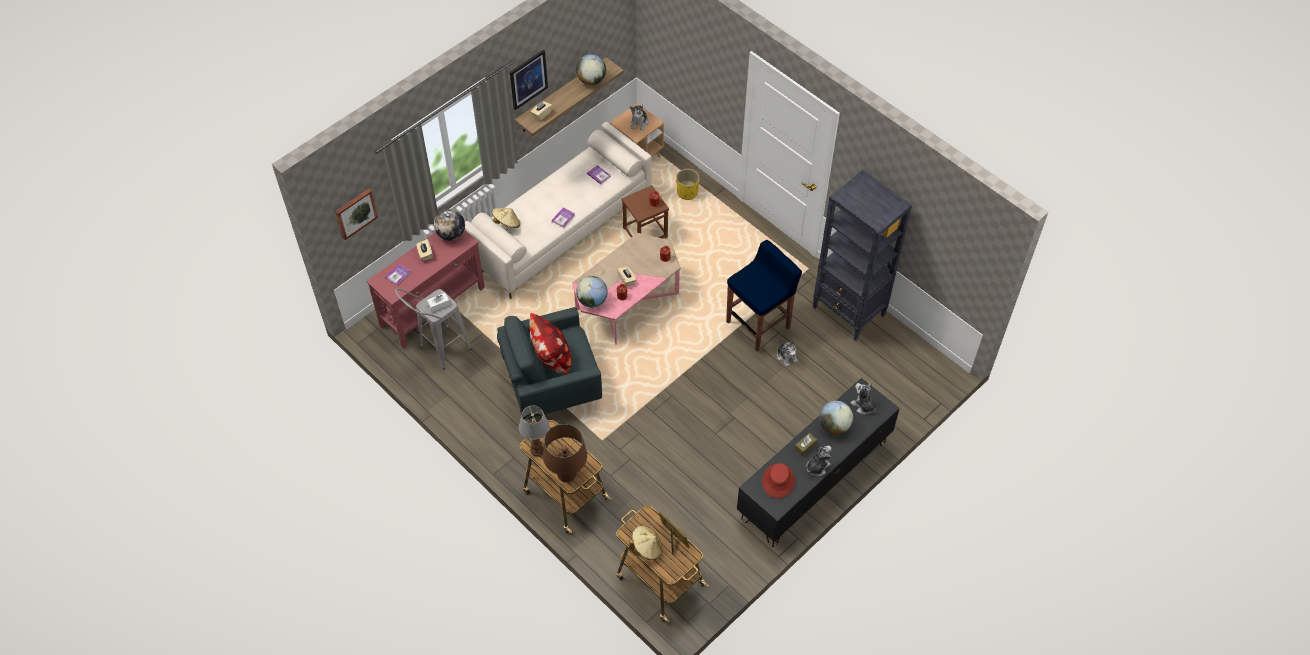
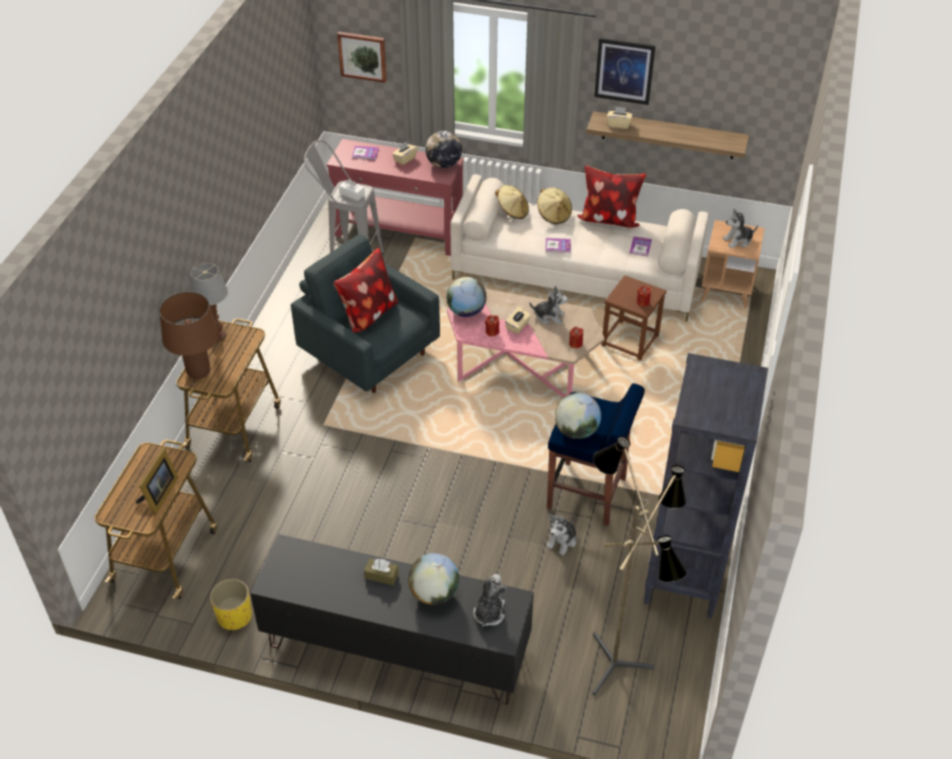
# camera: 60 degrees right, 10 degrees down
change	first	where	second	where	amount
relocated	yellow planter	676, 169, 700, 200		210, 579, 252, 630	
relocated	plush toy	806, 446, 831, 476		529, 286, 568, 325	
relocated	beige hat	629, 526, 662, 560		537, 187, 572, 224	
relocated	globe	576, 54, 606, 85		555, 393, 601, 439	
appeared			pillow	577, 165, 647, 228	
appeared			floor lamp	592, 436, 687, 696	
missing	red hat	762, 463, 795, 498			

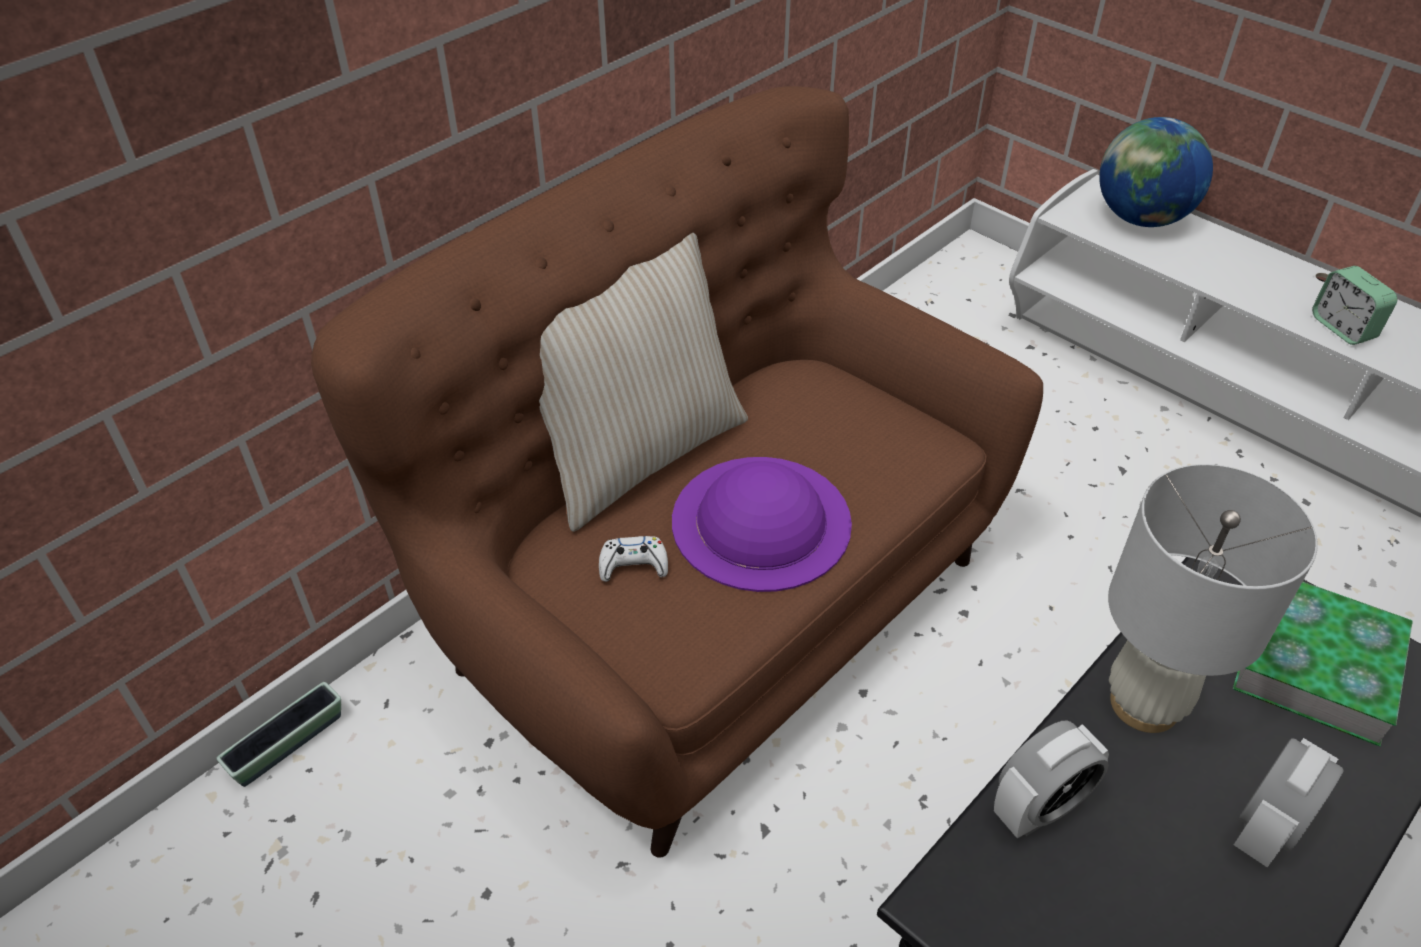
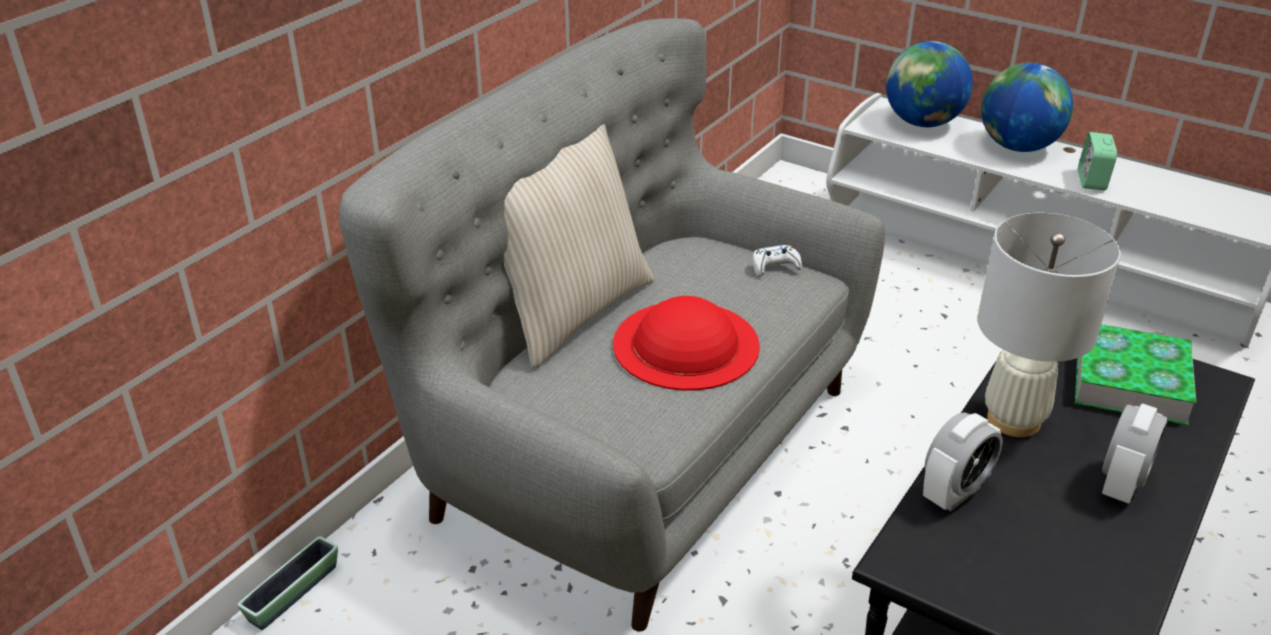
# camera: 10 degrees left, 10 degrees down
change	first	where	second	where	amount
colour	brown sofa	311, 86, 1043, 858	grey sofa	339, 18, 885, 632	
colour	purple hat	672, 457, 852, 592	red hat	613, 296, 760, 391	
relocated	white game controller	599, 536, 668, 582		753, 245, 802, 276	
appeared			globe	981, 63, 1073, 152	
spun	alarm clock	1312, 266, 1397, 345		1078, 132, 1117, 190	45 degrees clockwise

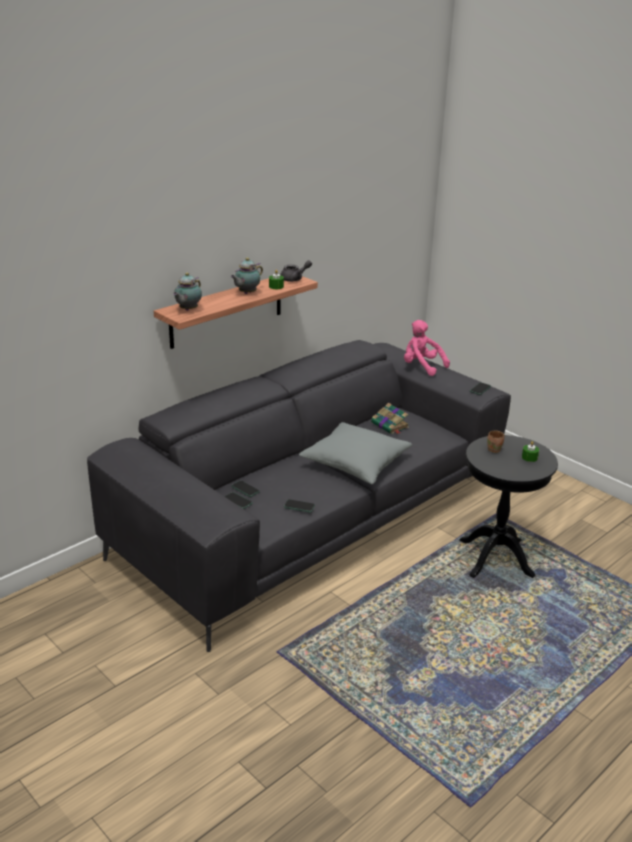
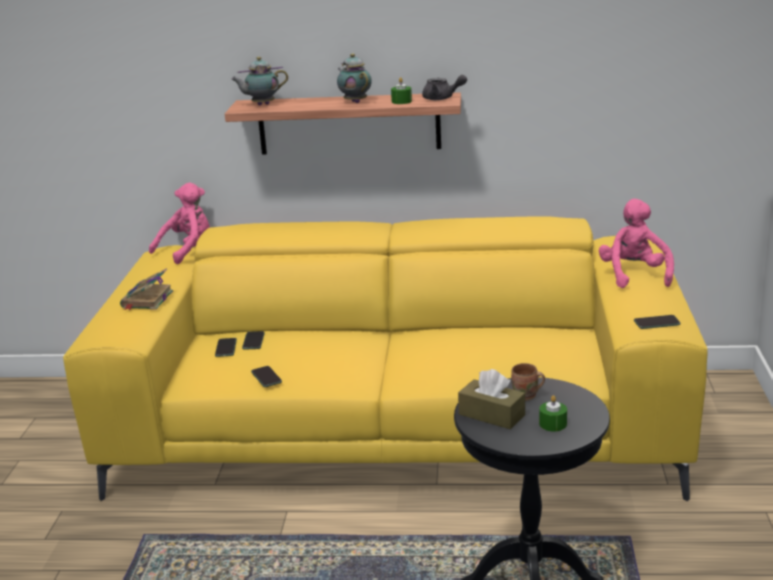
# camera: 50 degrees right, 5 degrees down
change	first	where	second	where	amount
colour	grey sofa	87, 340, 511, 652	yellow sofa	63, 216, 707, 501	
relocated	book	371, 403, 409, 434		120, 268, 173, 310	
appeared			pink plush toy	149, 182, 210, 264	
spun	teapot	230, 258, 263, 294		337, 53, 372, 103	60 degrees clockwise
appeared			brown tissue box	458, 369, 525, 429	
missing	grey pillow	299, 422, 412, 484			

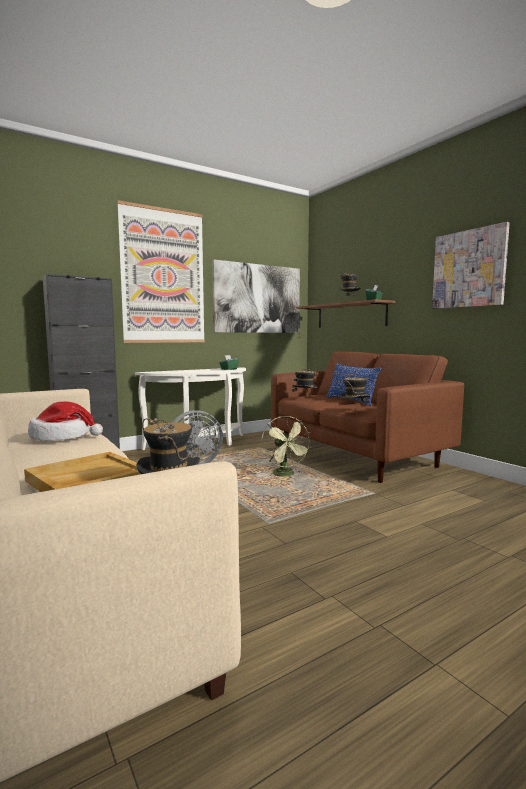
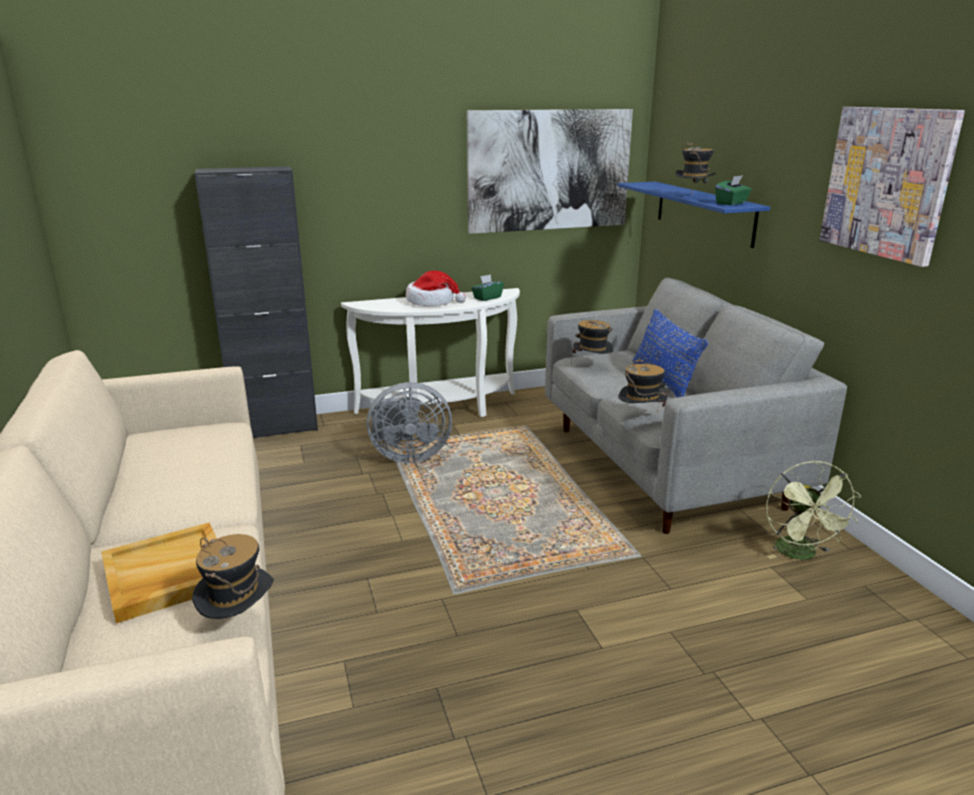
# camera: 15 degrees right, 15 degrees up
change	first	where	second	where	amount
relocated	hat	28, 402, 103, 441		406, 270, 466, 306	
colour	brown sofa	271, 351, 464, 483	grey sofa	545, 278, 847, 534	
colour	brown shelf	296, 299, 395, 328	blue shelf	618, 182, 770, 248	
relocated	green fan	261, 416, 311, 476		766, 461, 861, 559	
missing	picture	117, 200, 205, 343			

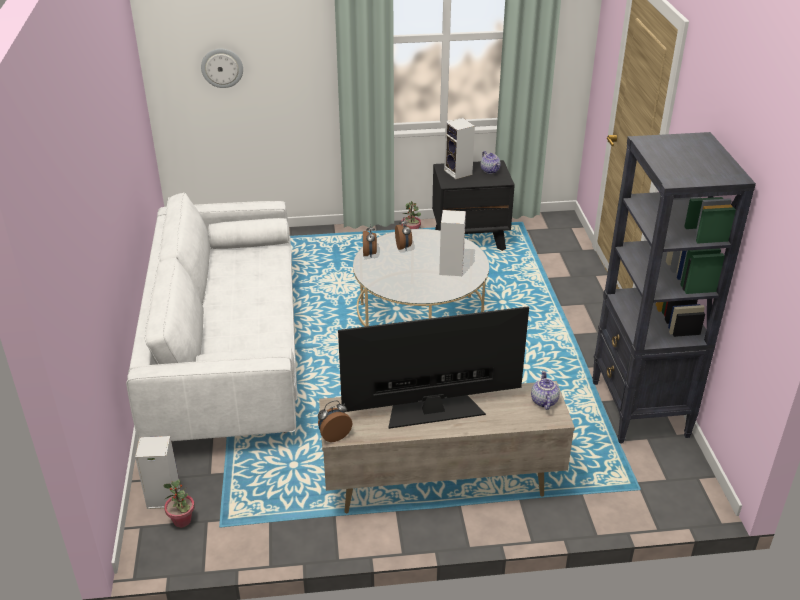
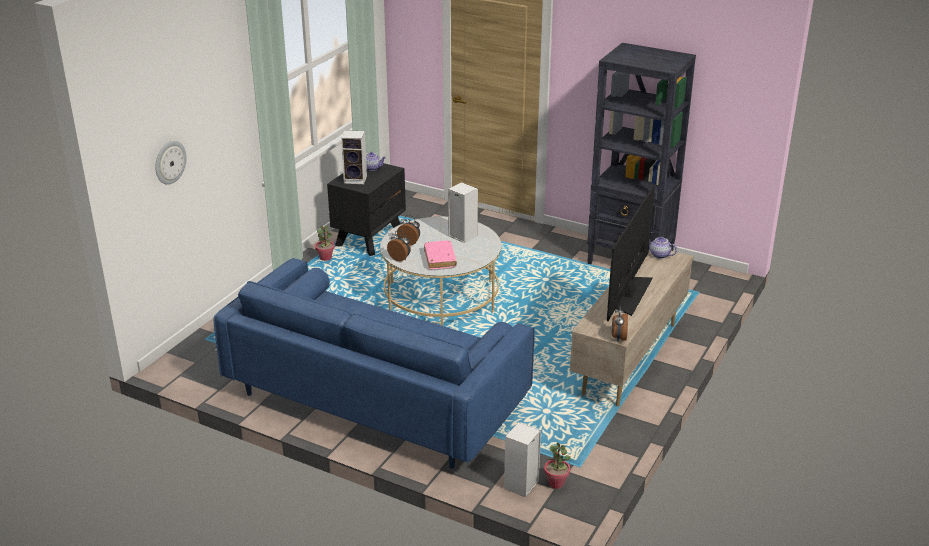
# camera: 55 degrees left, 5 degrees down
change	first	where	second	where	amount
colour	white sofa	126, 192, 298, 441	blue sofa	213, 258, 535, 469	
appeared			pink book	424, 241, 457, 270	

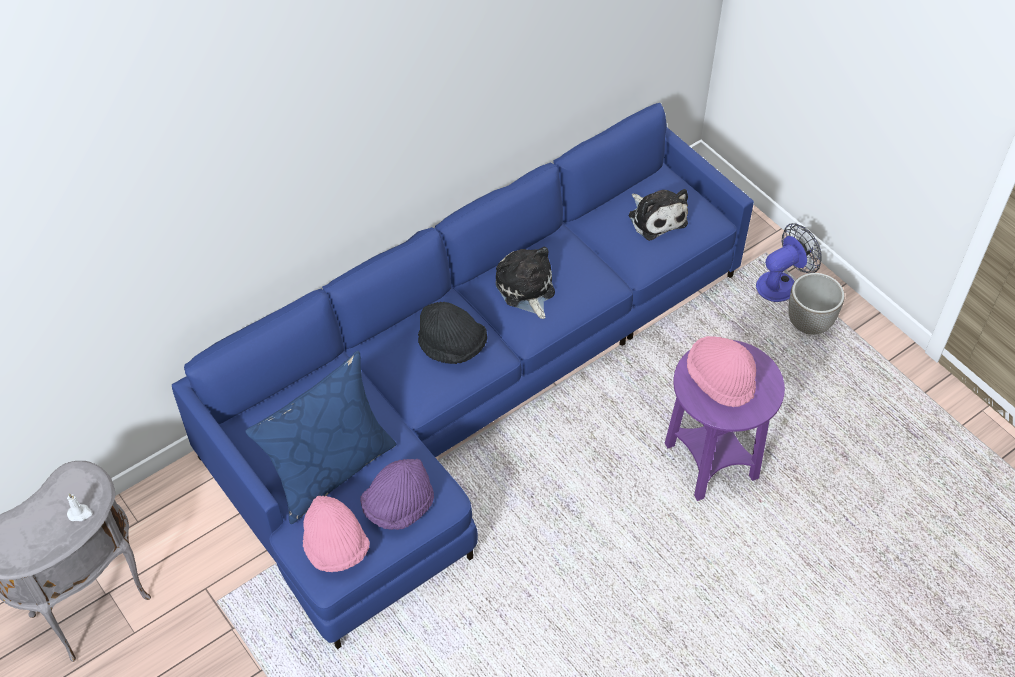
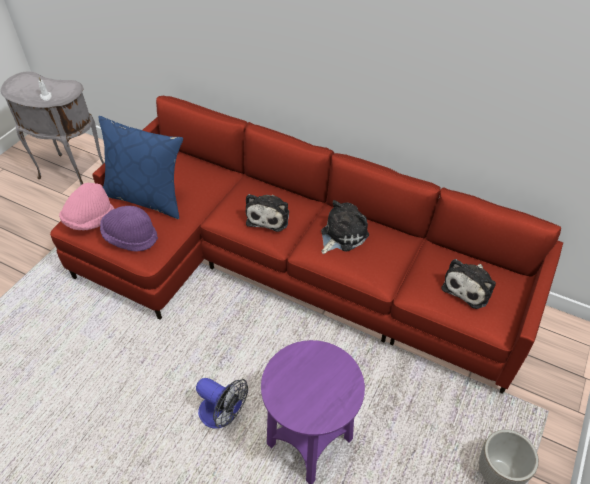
# camera: 65 degrees right, 5 degrees down
change	first	where	second	where	amount
colour	blue sofa	172, 103, 754, 649	red sofa	50, 96, 563, 394	
relocated	fan	756, 223, 822, 302		196, 378, 248, 429	
exchanged	black hat	418, 302, 487, 364	plush toy	246, 194, 289, 232	
missing	pink hat	687, 336, 756, 407			

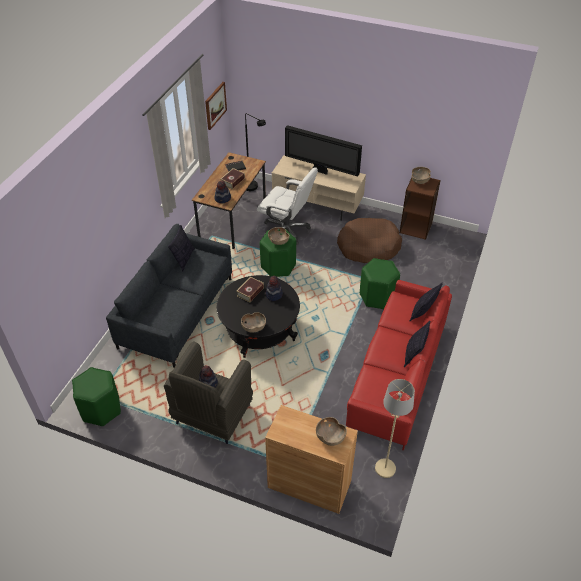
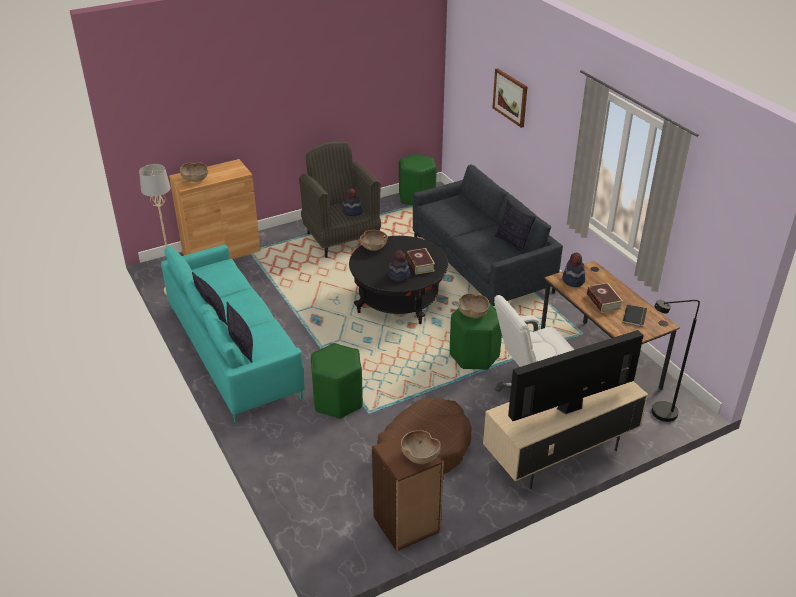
# camera: 130 degrees right, 10 degrees down
change	first	where	second	where	amount
colour	red sofa	346, 280, 452, 451	turquoise sofa	161, 245, 305, 423	
relocated	picture	205, 82, 227, 130		492, 68, 527, 128	

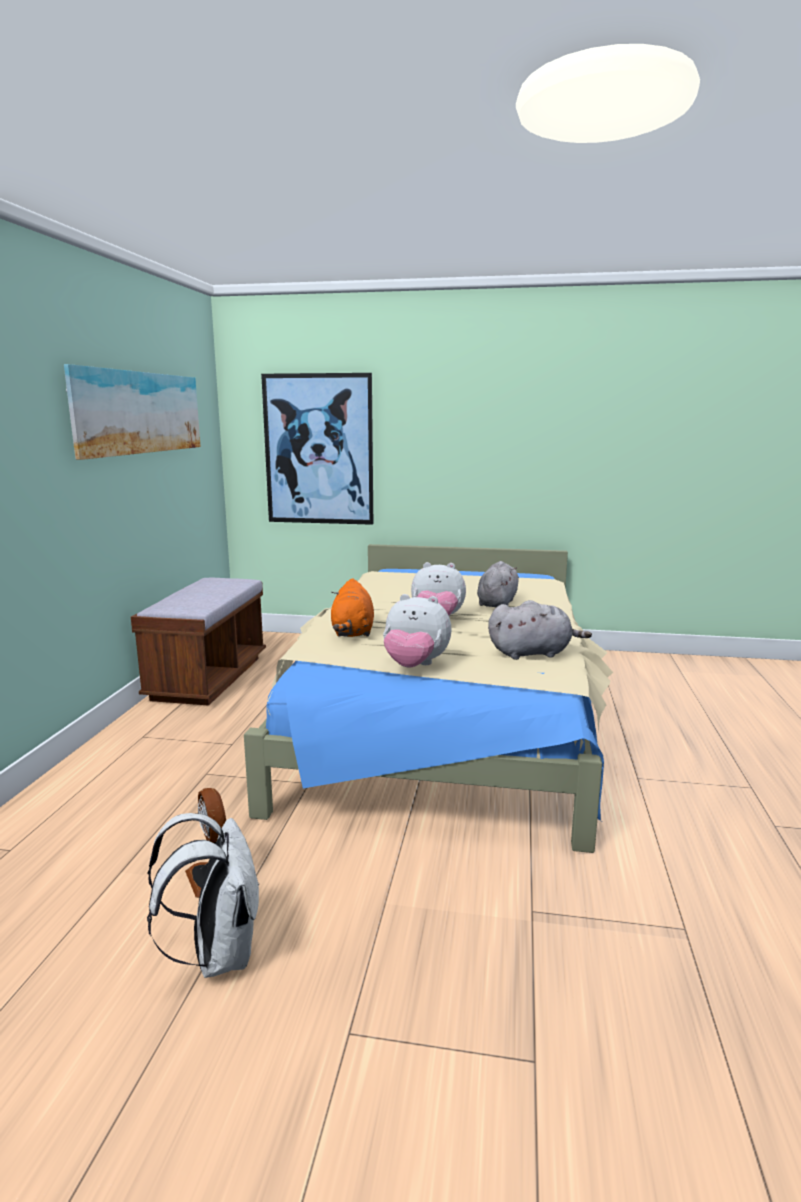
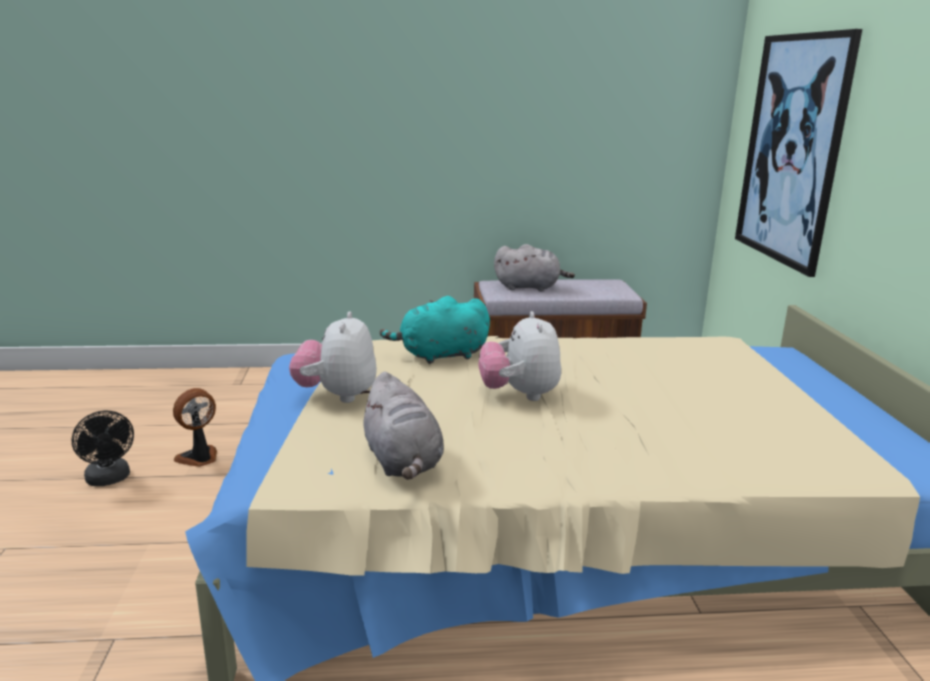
# camera: 75 degrees right, 5 degrees up
change	first	where	second	where	amount
exchanged	white backpack	147, 813, 259, 978	black fan	71, 411, 134, 486	
colour	orange plush toy	331, 578, 374, 637	turquoise plush toy	380, 296, 490, 364	
relocated	grey plush toy	477, 561, 519, 607		494, 244, 575, 291	
missing	picture	64, 364, 201, 460			

